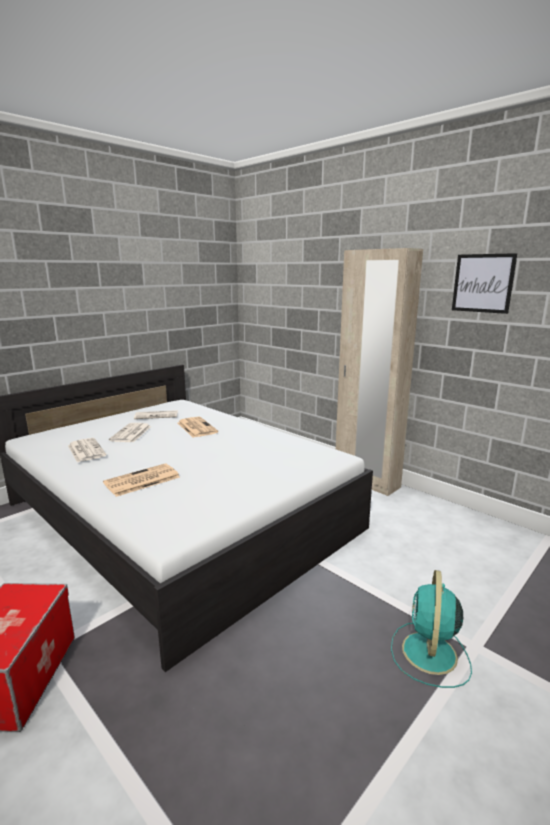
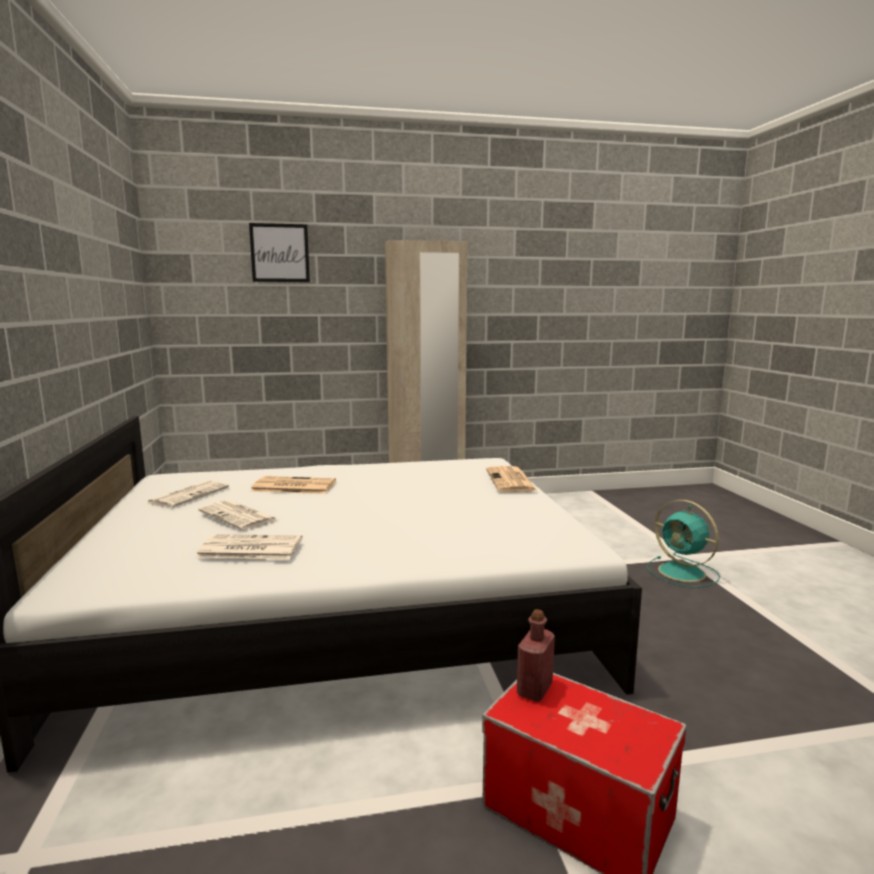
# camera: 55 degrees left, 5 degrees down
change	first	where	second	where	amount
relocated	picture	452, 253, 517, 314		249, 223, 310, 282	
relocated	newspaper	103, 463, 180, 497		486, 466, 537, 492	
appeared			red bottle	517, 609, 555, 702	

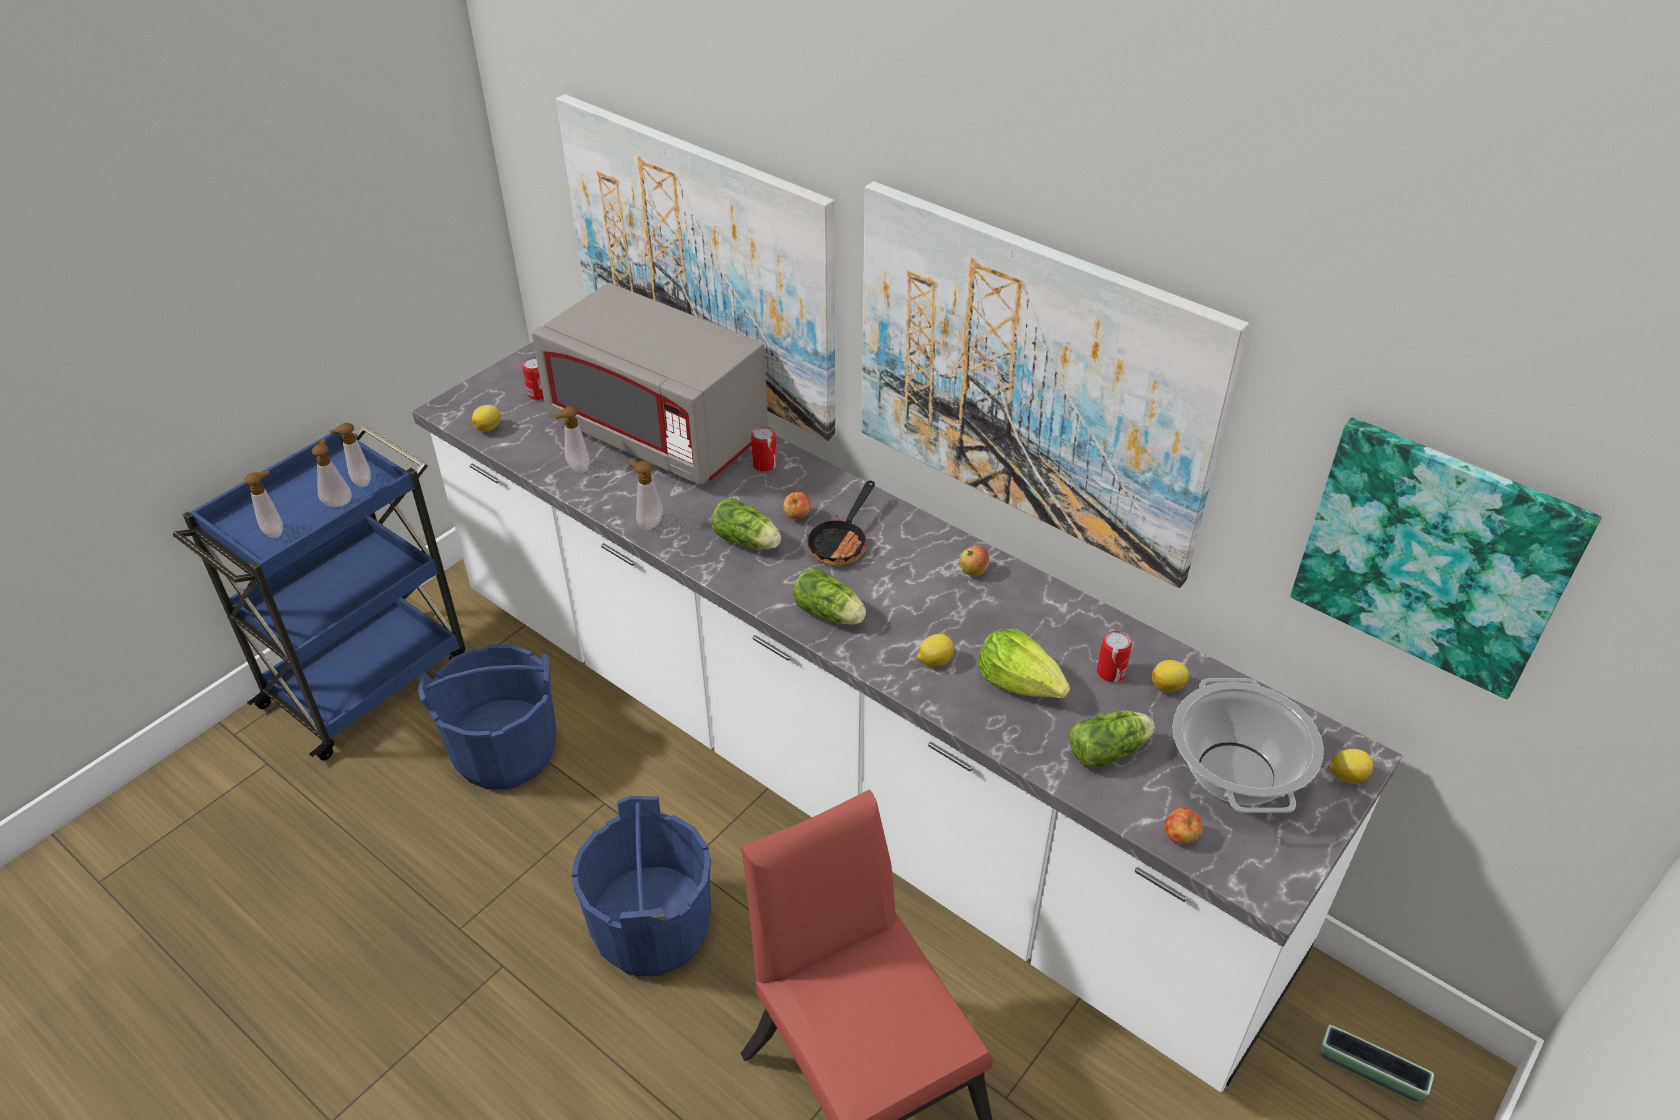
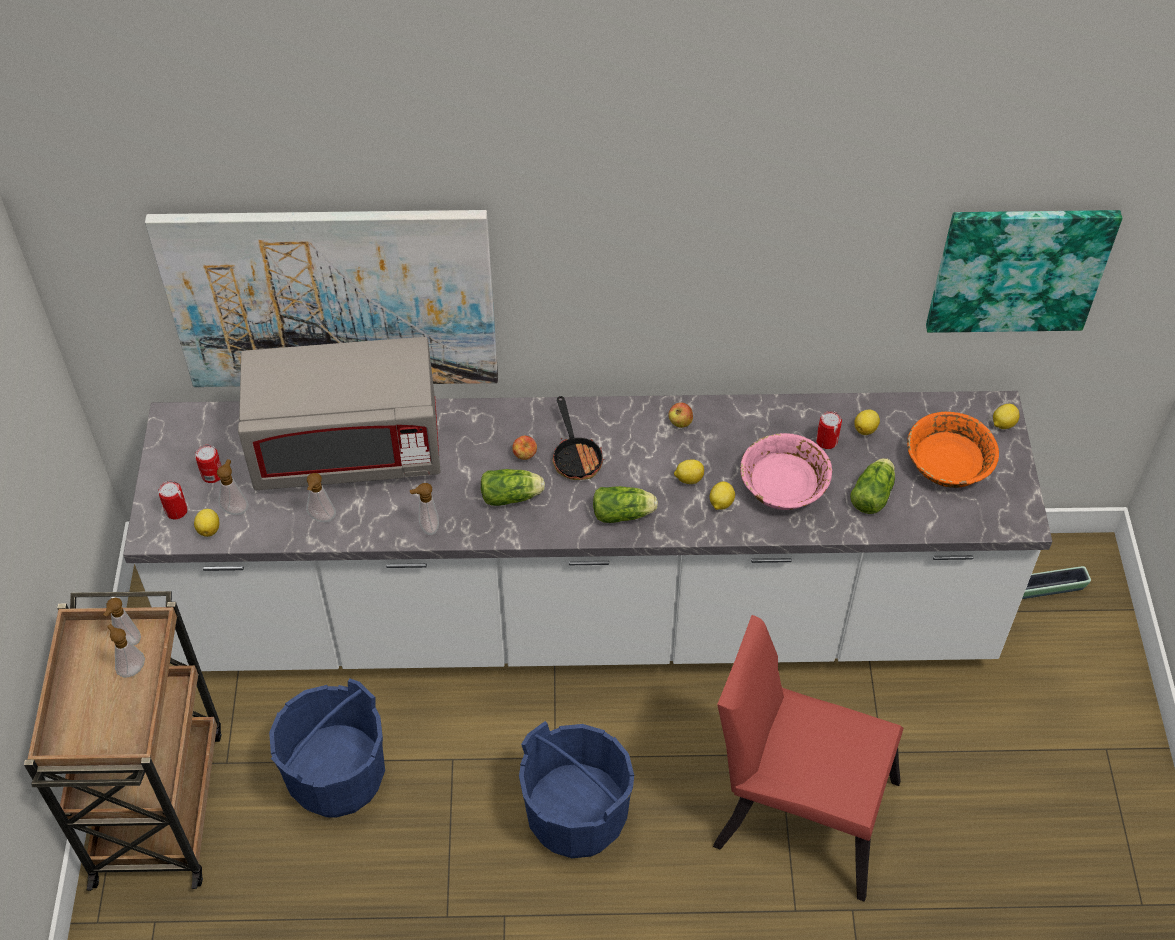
# camera: 40 degrees left, 10 degrees up
change	first	where	second	where	amount
colour	blue cart	173, 425, 466, 761	brown cart	24, 591, 222, 891	
relocated	can	751, 426, 777, 472		158, 481, 188, 519	
relocated	soap dispenser	245, 471, 283, 538		217, 459, 248, 515	
appeared			lemon	674, 459, 704, 484	
exchanged	lettuce	978, 628, 1070, 699	pink bowl	740, 433, 832, 510	
exchanged	cooking pot	1172, 678, 1324, 813	orange bowl	907, 412, 999, 488	
missing	picture	861, 181, 1249, 588			
missing	apple	1164, 808, 1203, 844			

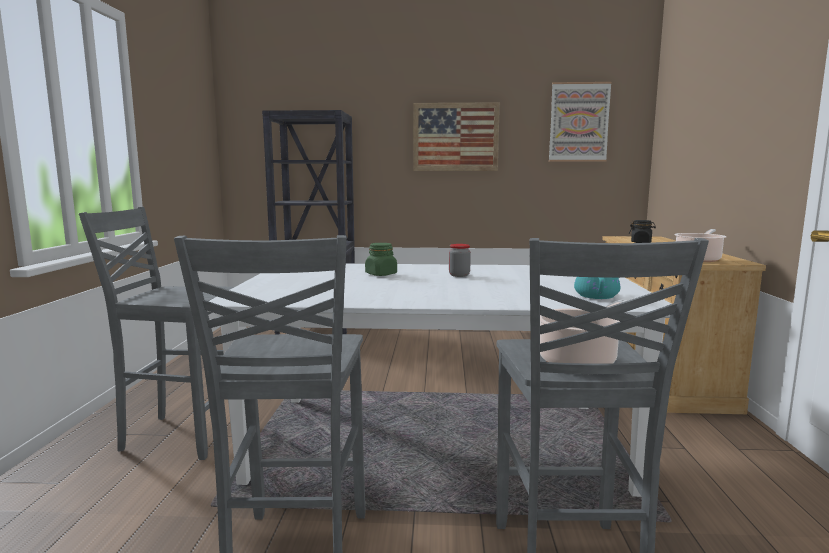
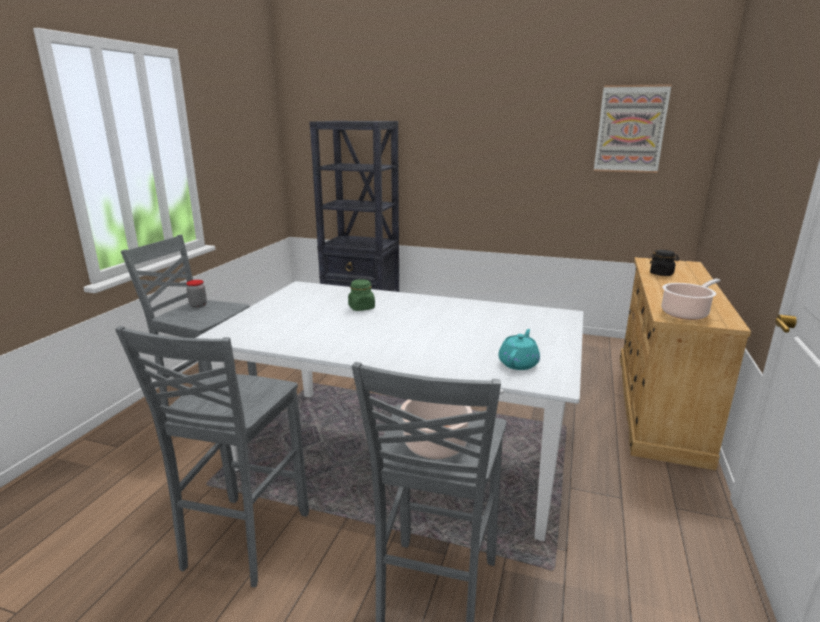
# camera: 15 degrees right, 10 degrees up
change	first	where	second	where	amount
relocated	jar	449, 244, 471, 277		186, 280, 207, 308	
missing	picture	413, 102, 500, 171			

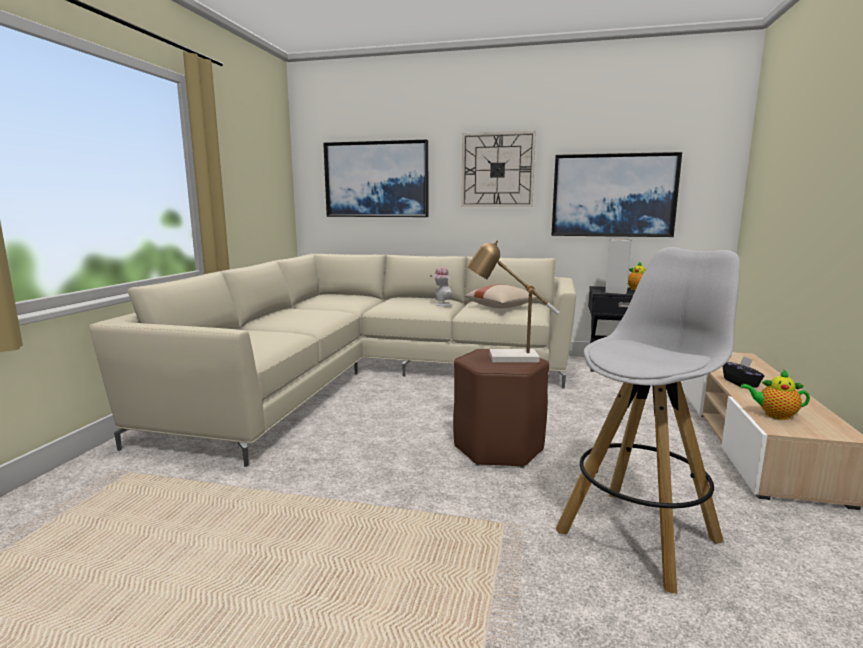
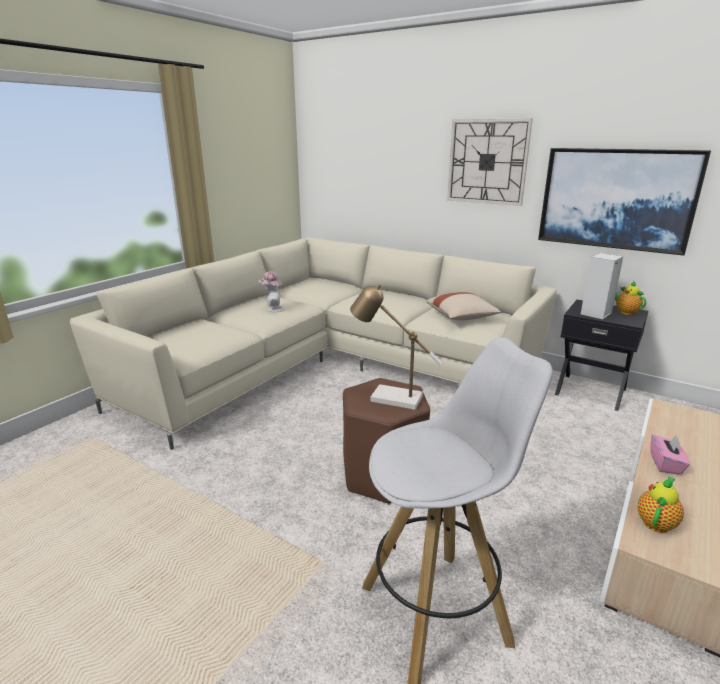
# camera: 20 degrees right, 10 degrees up
change	first	where	second	where	amount
relocated	hat	430, 267, 452, 306		258, 271, 284, 312	
spun	teapot	741, 370, 810, 420		638, 477, 684, 533	90 degrees clockwise
colour	black tissue box	723, 356, 764, 388	pink tissue box	650, 434, 690, 475	
missing	picture	323, 139, 428, 217			

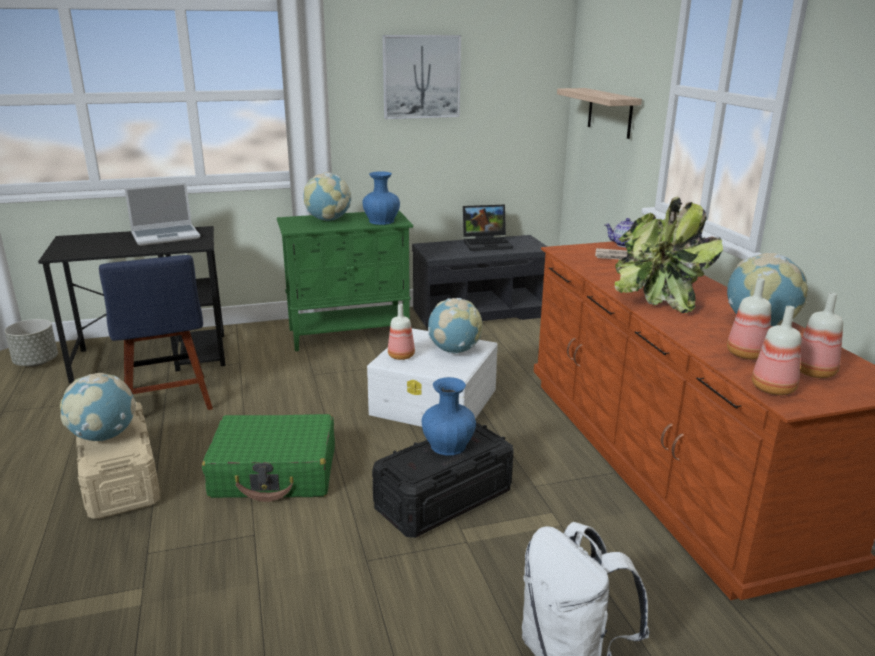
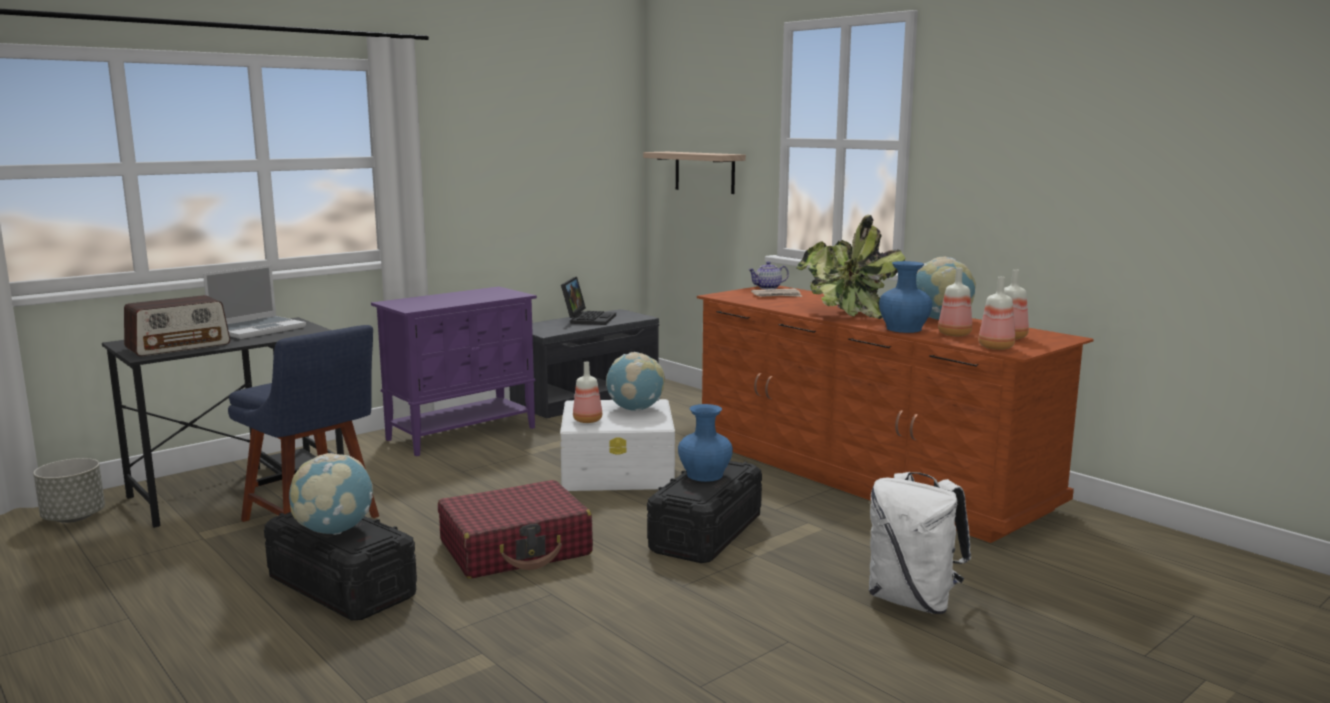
# camera: 25 degrees left, 10 degrees down
change	first	where	second	where	amount
appeared			radio	124, 295, 230, 356	
colour	beige storage box	76, 402, 160, 519	black storage box	264, 512, 417, 620	
colour	green cabinet	277, 211, 413, 351	purple cabinet	371, 287, 537, 456	
colour	green suitcase	202, 414, 335, 502	red suitcase	438, 480, 593, 579	
spun	laptop	463, 205, 513, 251		561, 277, 616, 325	45 degrees counterclockwise
relocated	blue vase	362, 171, 400, 225		879, 261, 932, 333	
missing	globe	303, 172, 352, 221			
missing	picture	382, 35, 461, 119			

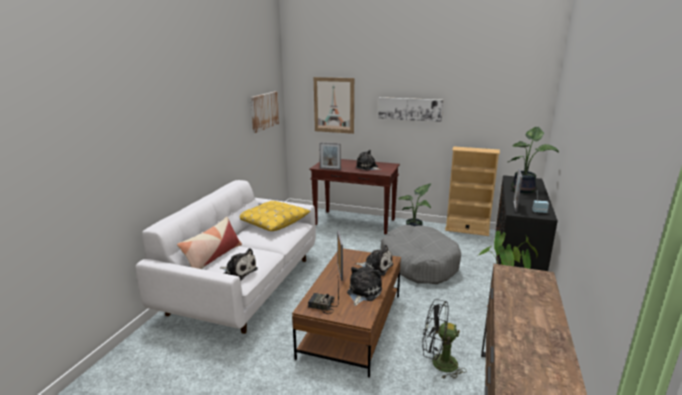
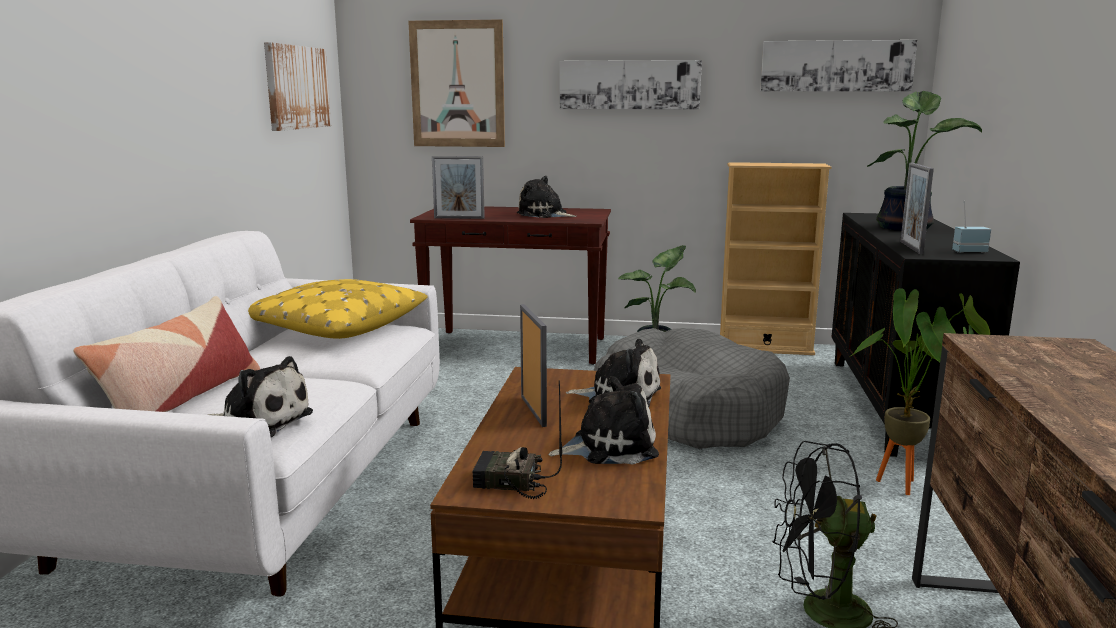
# camera: 10 degrees left, 5 degrees down
change	first	where	second	where	amount
spun	plush toy	347, 267, 382, 306		548, 376, 659, 465	60 degrees clockwise
appeared			picture	760, 40, 917, 92	

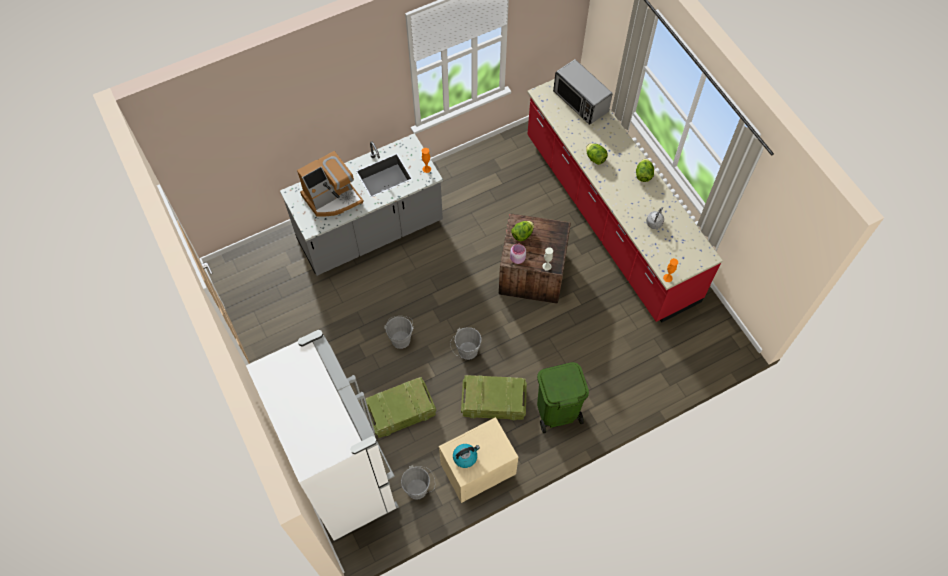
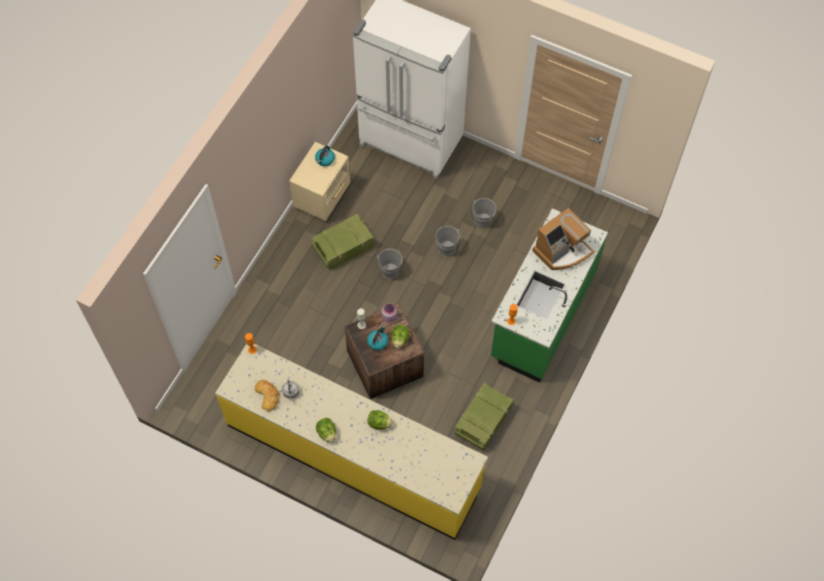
# camera: 145 degrees right, 0 degrees up
change	first	where	second	where	amount
colour	red counter	527, 79, 723, 323	yellow counter	215, 344, 488, 540	
appeared			bread	255, 380, 279, 412	
appeared			kettle	367, 326, 388, 350	
relocated	crate	364, 377, 436, 438		454, 382, 514, 451	
relocated	grey bucket	401, 465, 435, 500		469, 198, 496, 228	
colour	grey counter	280, 133, 443, 276	green counter	491, 208, 608, 383	
spun	coffee machine	297, 151, 364, 217		532, 208, 594, 270	150 degrees counterclockwise
missing	green trash can	537, 362, 589, 433			
missing	microwave	553, 59, 613, 125			

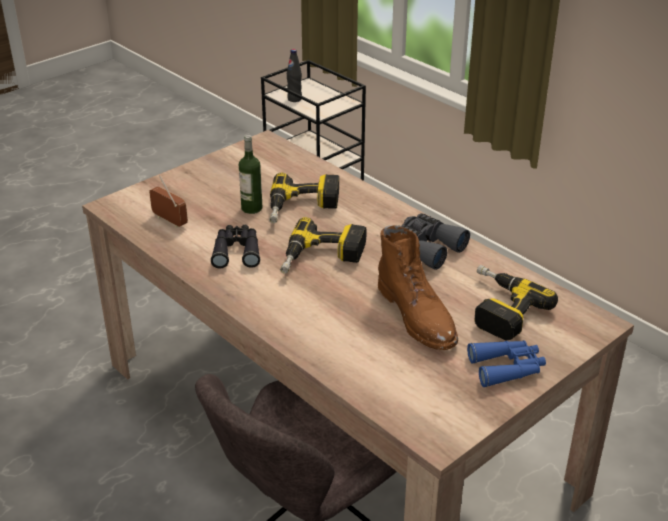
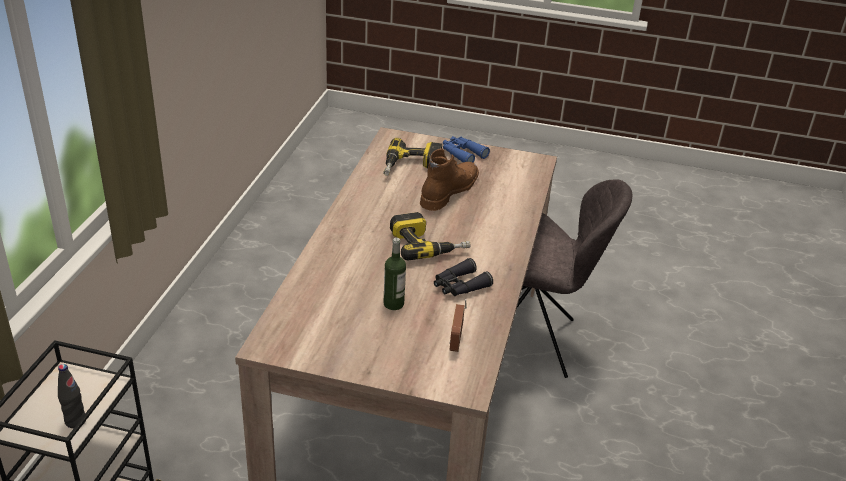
# camera: 125 degrees left, 0 degrees up
change	first	where	second	where	amount
missing	power drill	269, 173, 339, 223			
missing	grey binoculars	395, 213, 470, 270			

